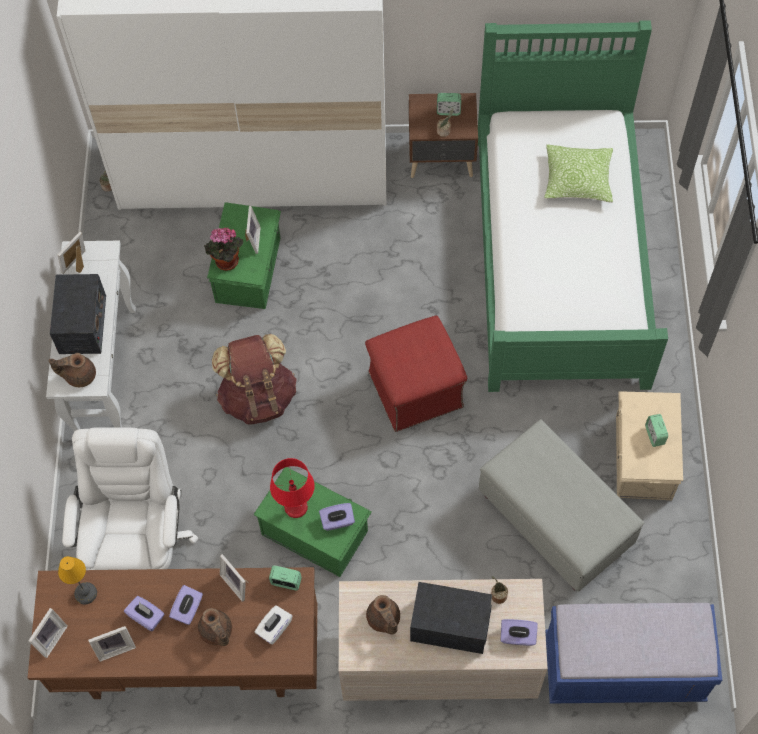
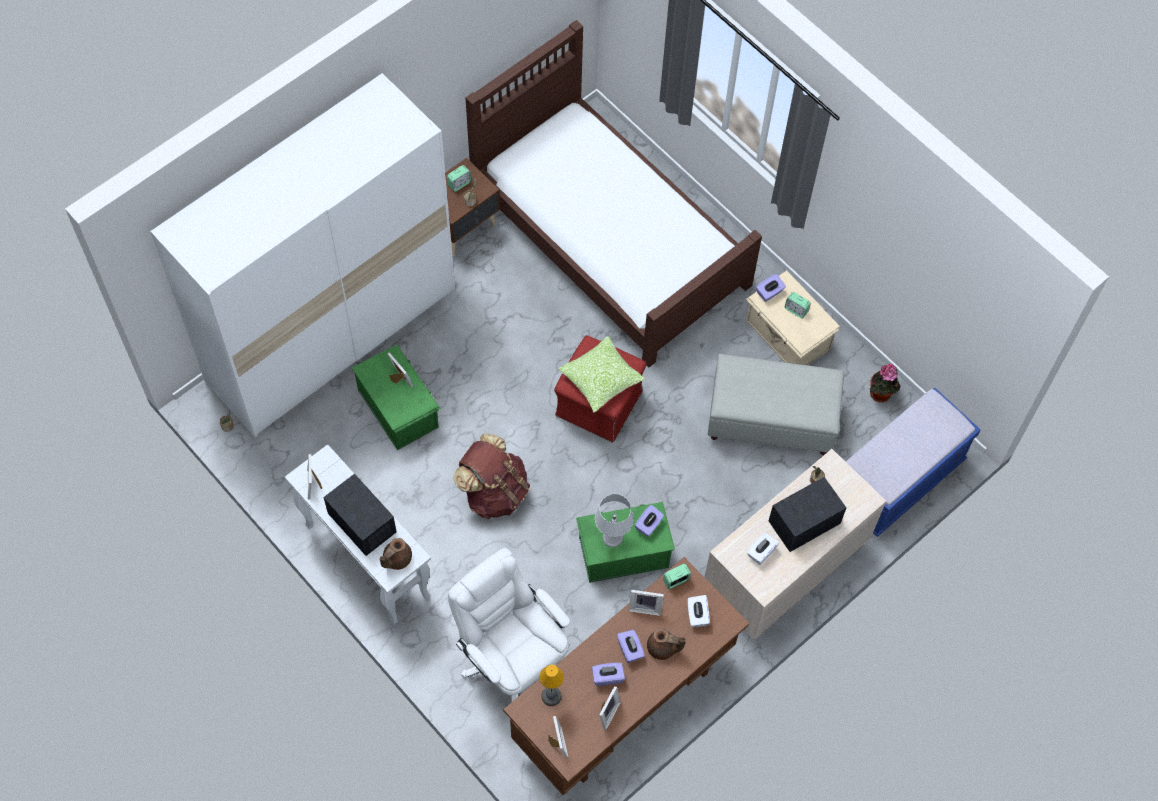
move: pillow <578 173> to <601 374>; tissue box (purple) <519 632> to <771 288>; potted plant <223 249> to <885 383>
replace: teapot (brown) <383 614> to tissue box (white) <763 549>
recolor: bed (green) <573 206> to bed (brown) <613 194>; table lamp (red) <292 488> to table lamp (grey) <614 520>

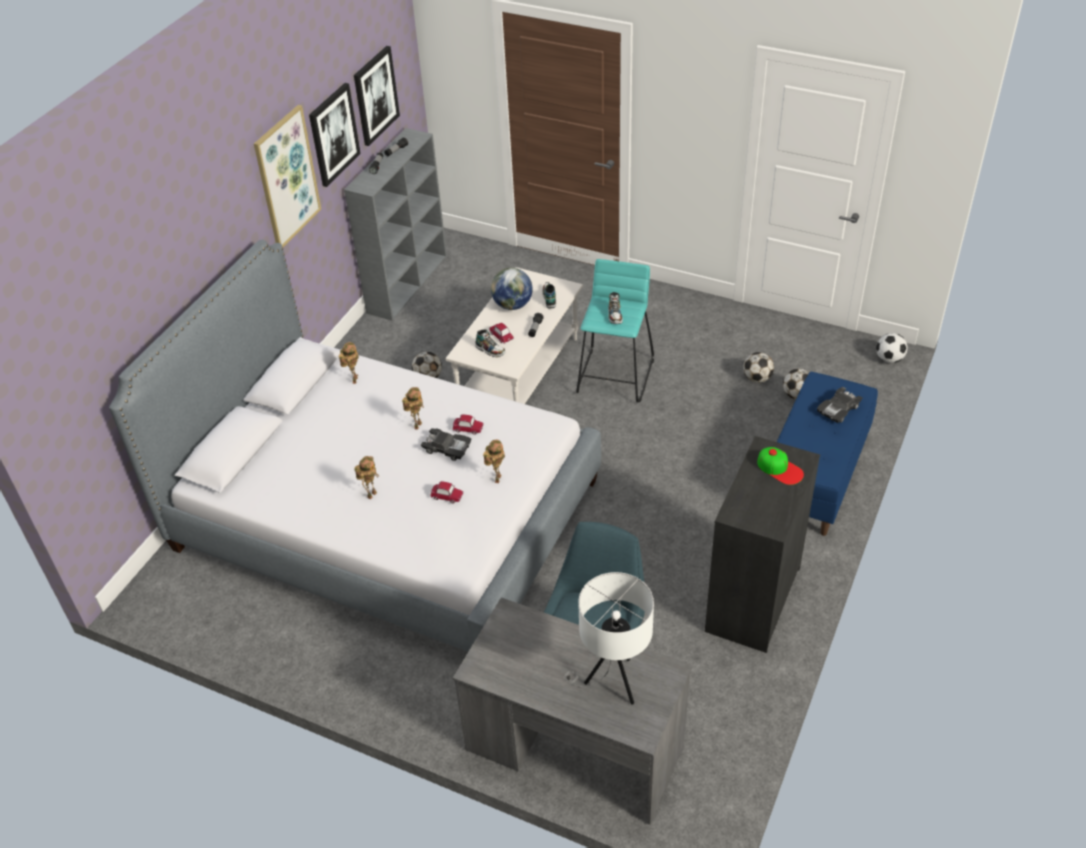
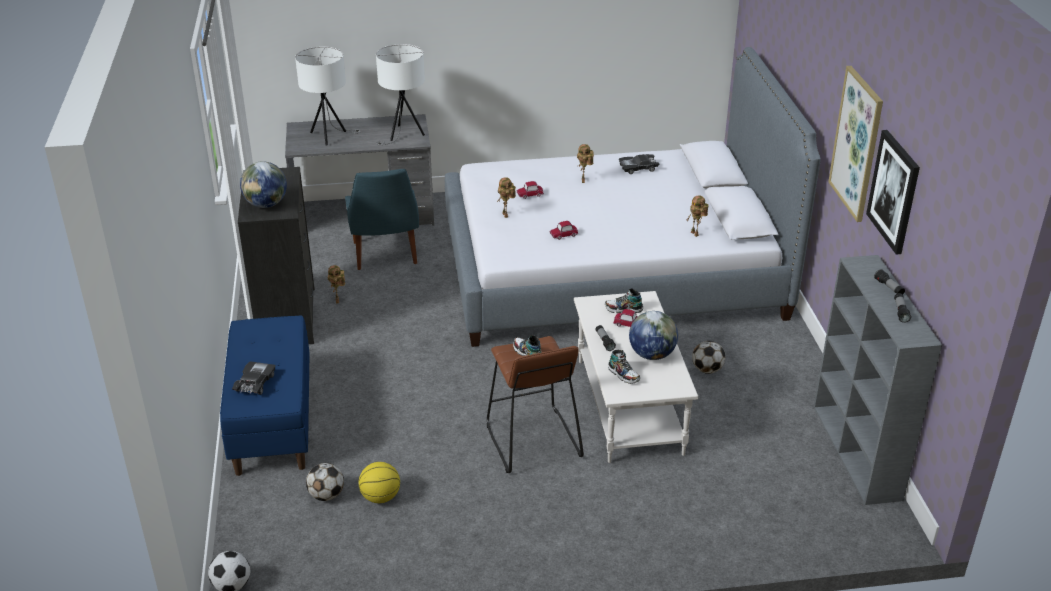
delete: picture <377 96>
insert: table lamp (white) <400 94>
move: toy robot <413 408> to <336 284>; toy car (black) <446 444> to <639 164>
replace: cap <780 466> to globe <263 184>; football <758 367> to basketball <379 482>
recolor: stool (turquoise) <615 330> to stool (brown) <535 404>

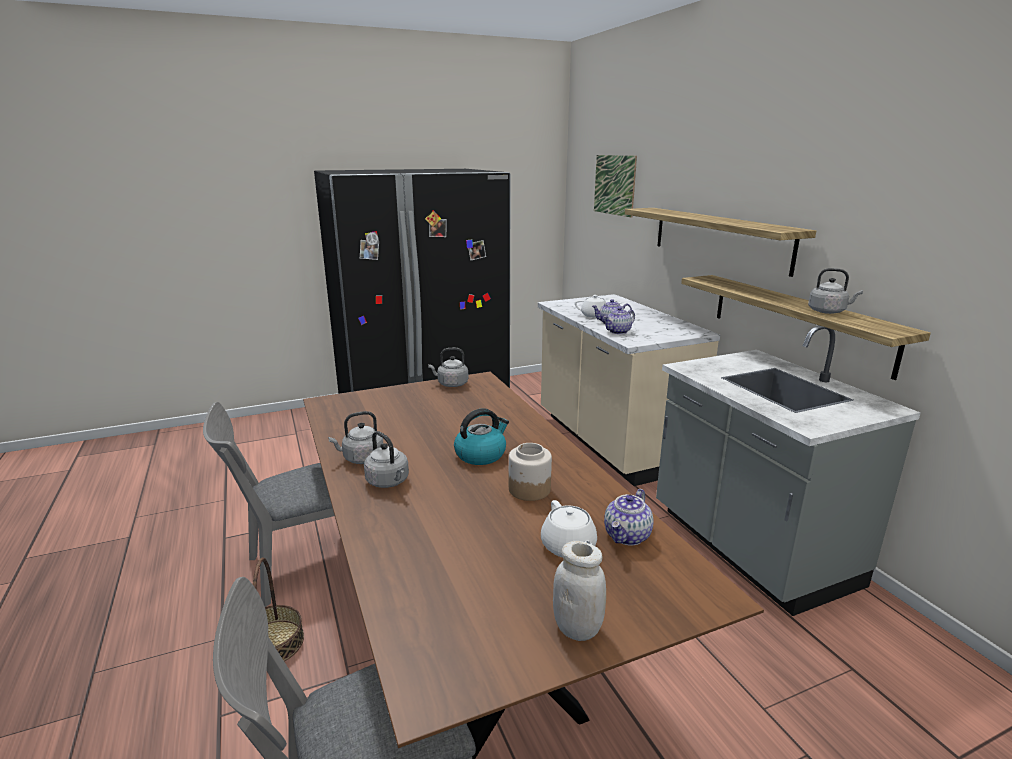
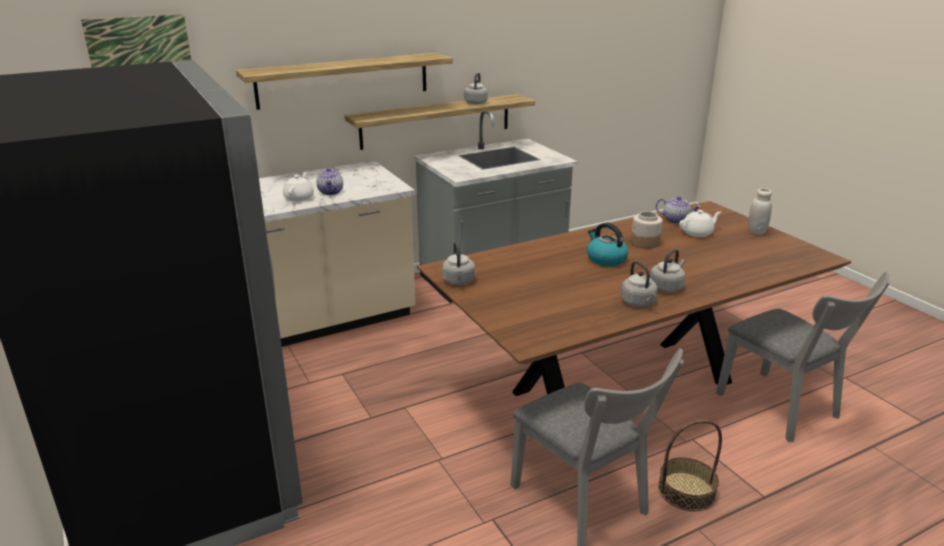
delete: teapot <619 320>

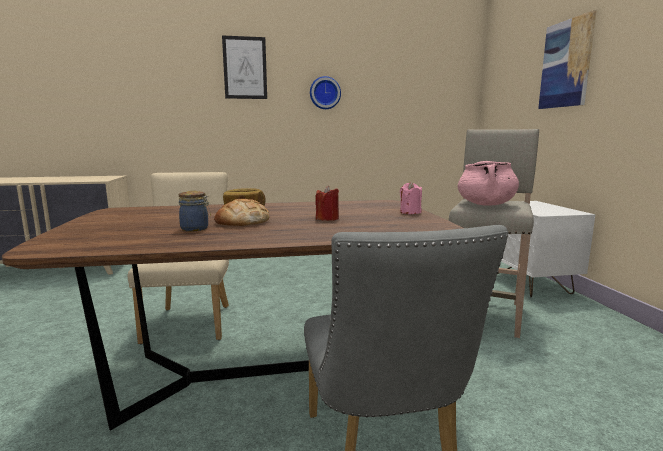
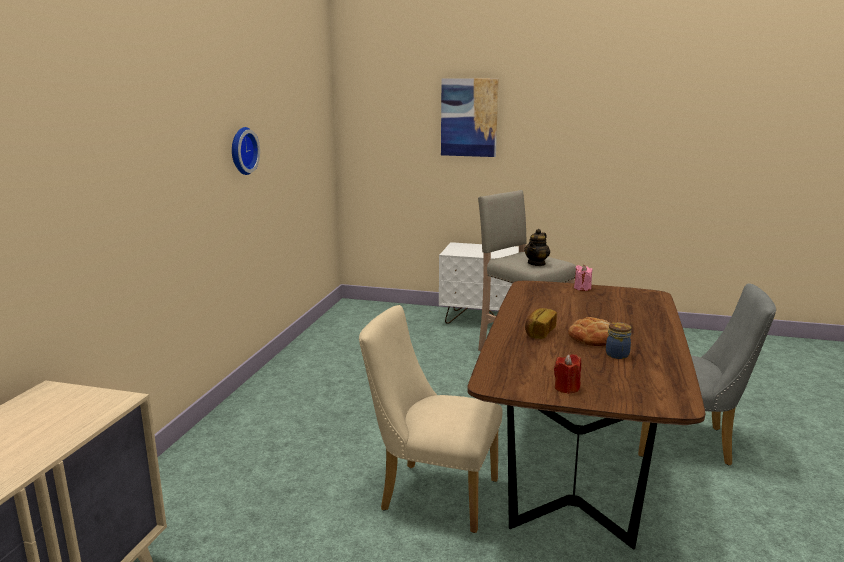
delete: picture <244 67>
move: candle (red) <327 203> to <567 374>
replace: cooking pot (pink) <488 183> to teapot <537 247>

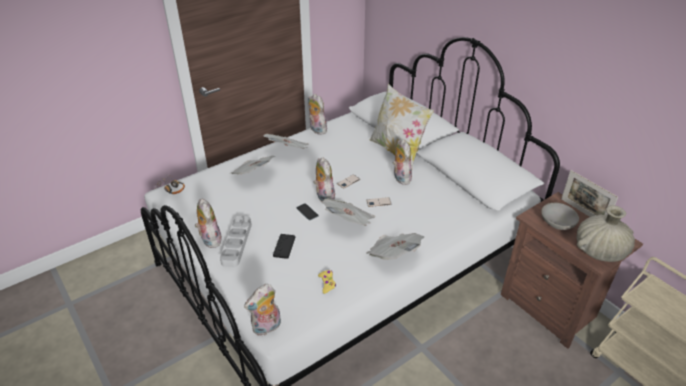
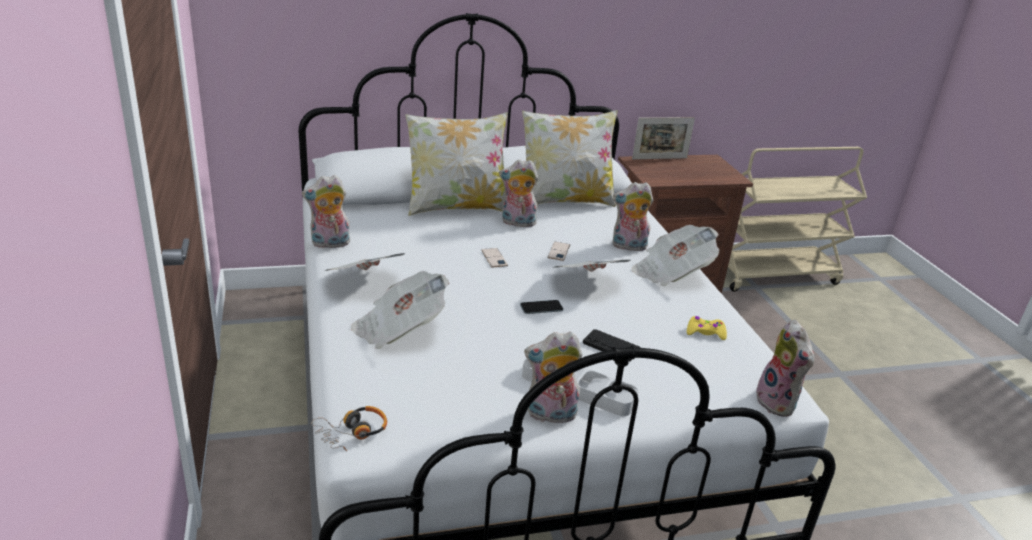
delete: bowl (grey) <560 216>; vase (beige) <606 233>
insert: pillow <570 158>
move: plush toy <324 179> to <633 217>

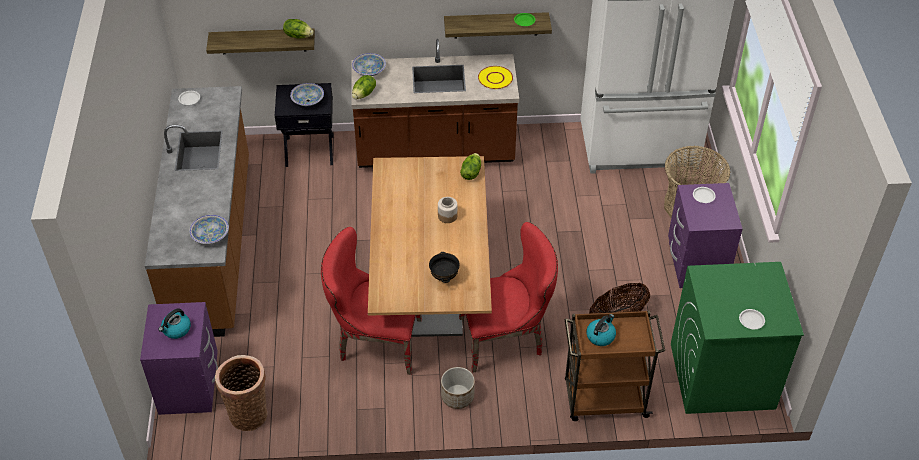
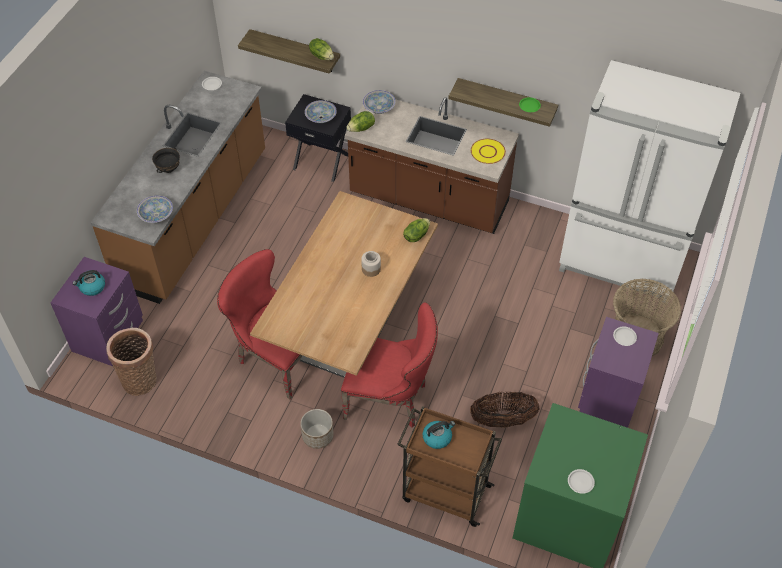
move: bowl (black) <444 267> to <166 160>

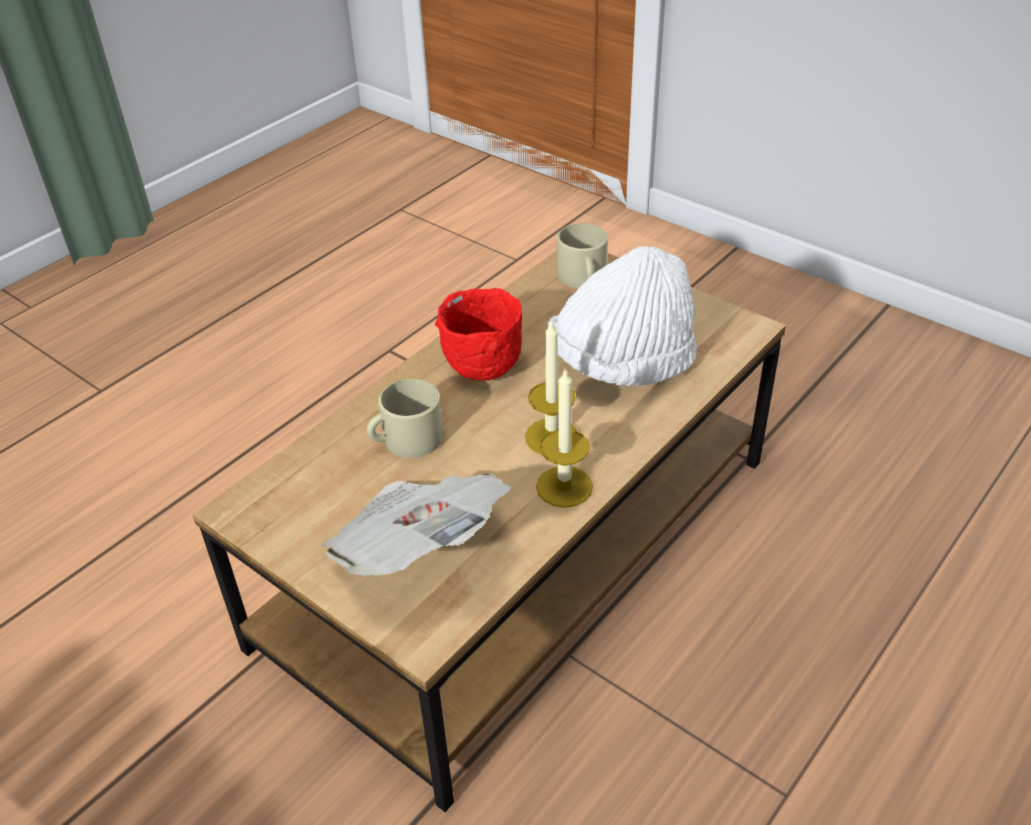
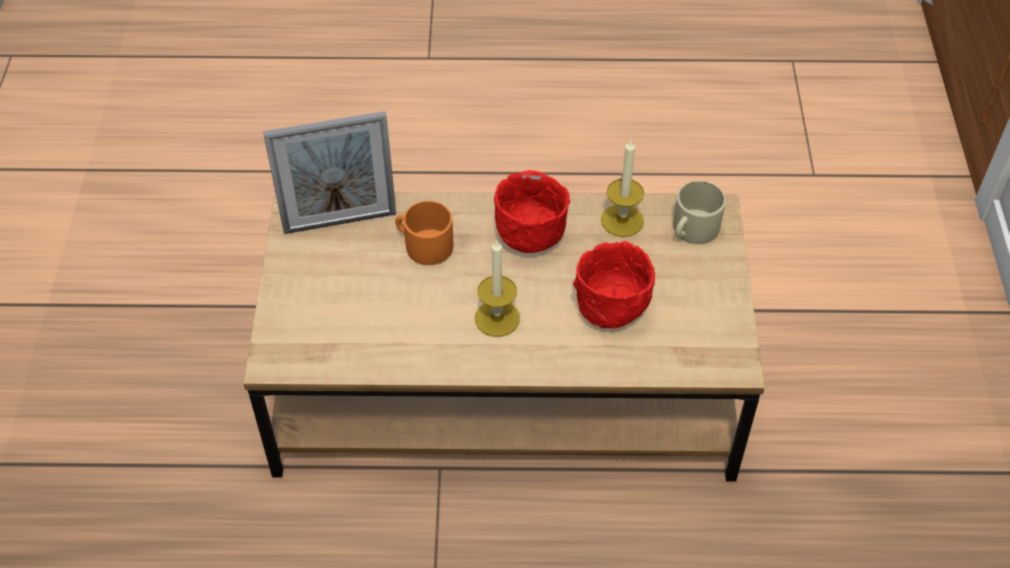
delete: newspaper <415 525>
insert: picture frame <329 172>
move: candle <564 439> to <622 188>
replace: hat (white) <622 316> to bowl (red) <614 284>
recolor: mug (beige) <405 418> to mug (orange) <424 233>

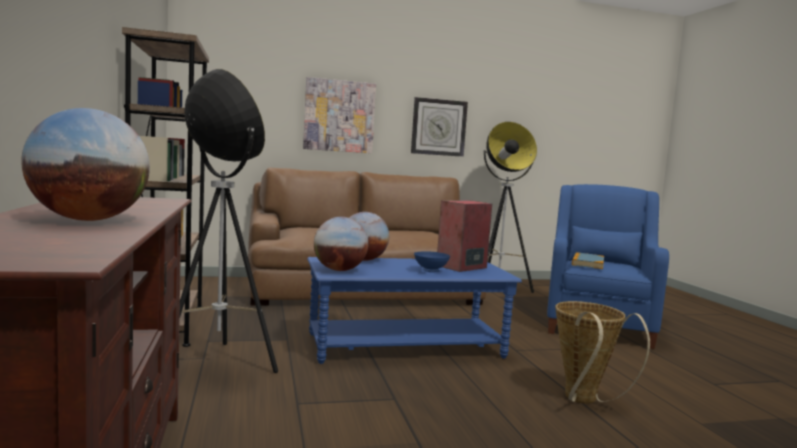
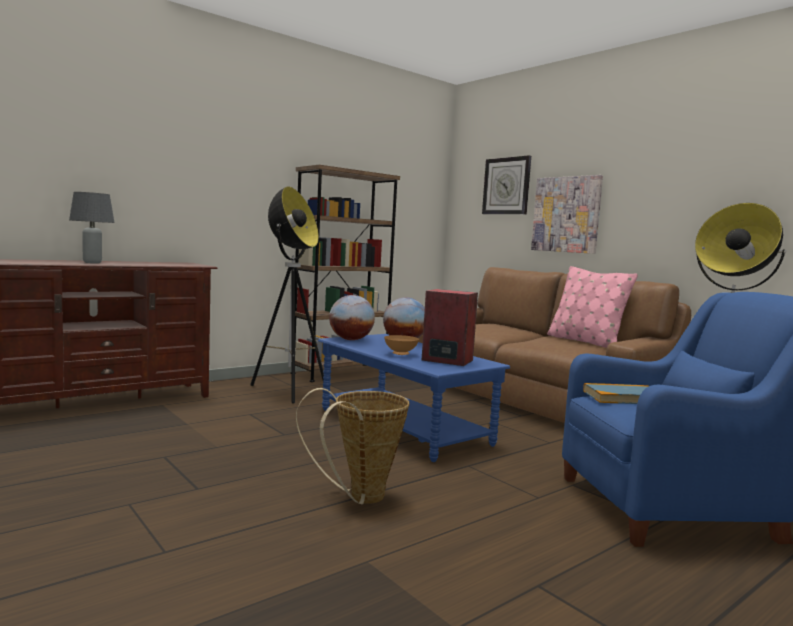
insert: pillow (pink) <592 307>
move: wall clock <439 127> to <506 184>
replace: globe <85 164> to table lamp (grey) <92 227>
recolor: bowl (blue) <432 261> to bowl (brown) <401 345>

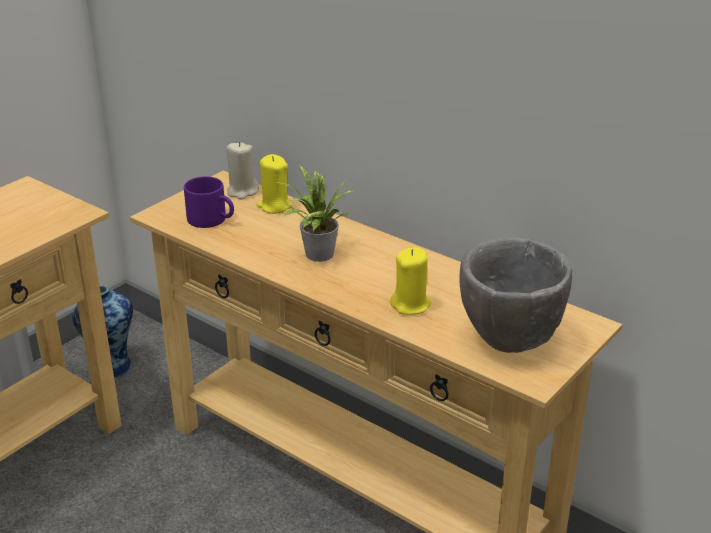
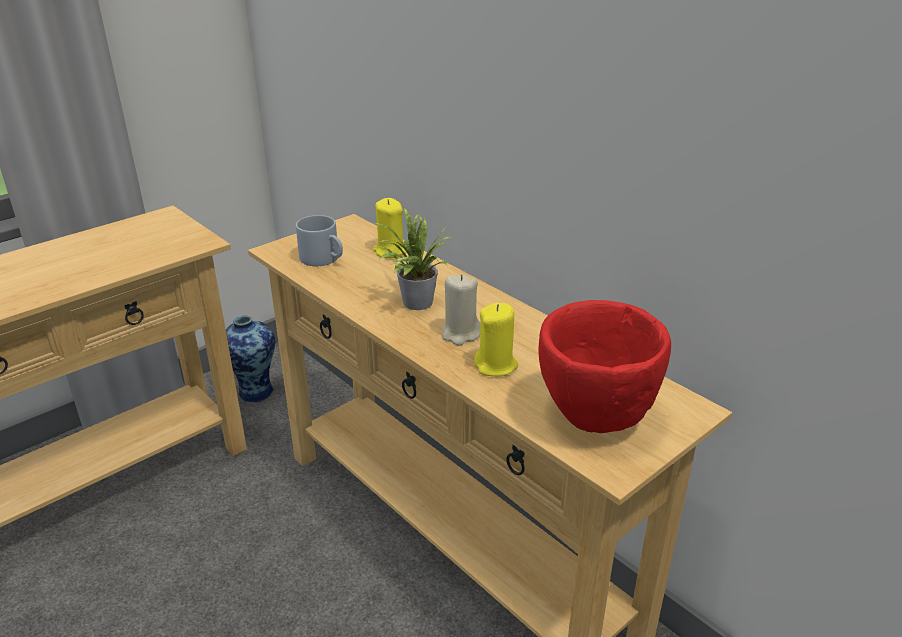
move: candle (beige) <242 171> to <461 310>
recolor: mug (purple) <209 202> to mug (grey) <319 240>; bowl (grey) <515 295> to bowl (red) <604 366>

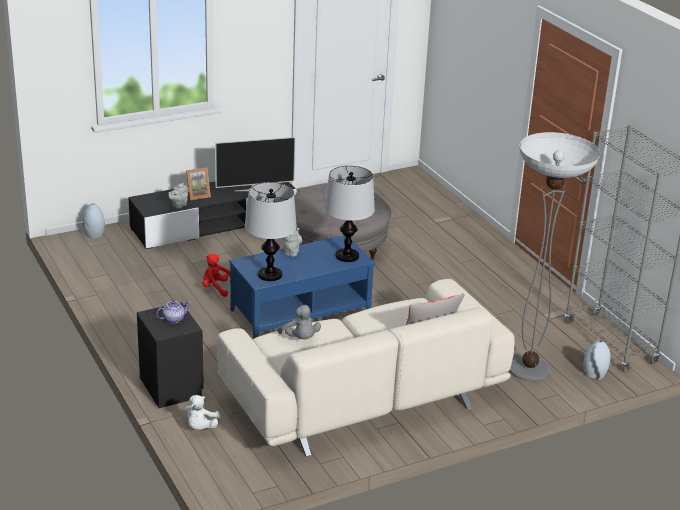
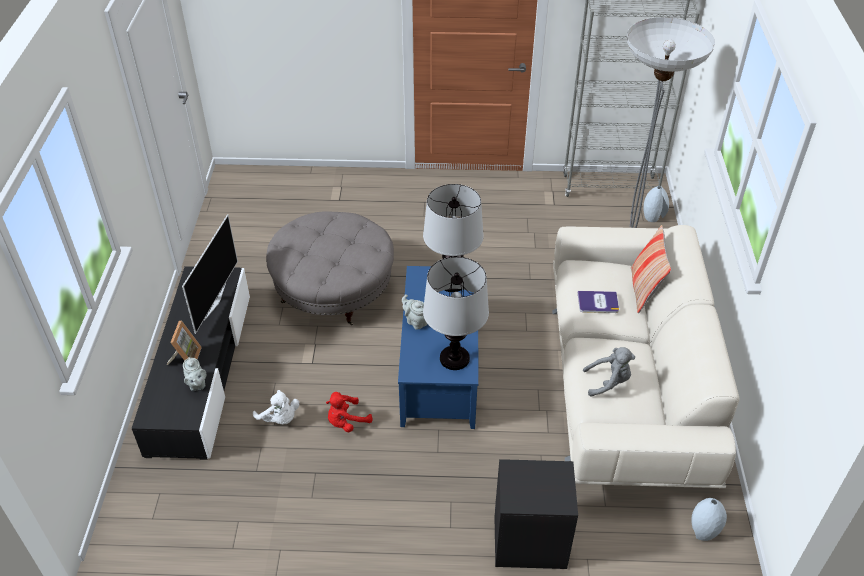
delete: teapot <173 312>
insert: book <598 302>
move: plush toy (white) <202 412> to <276 407>; vase (grey) <94 220> to <709 519>

